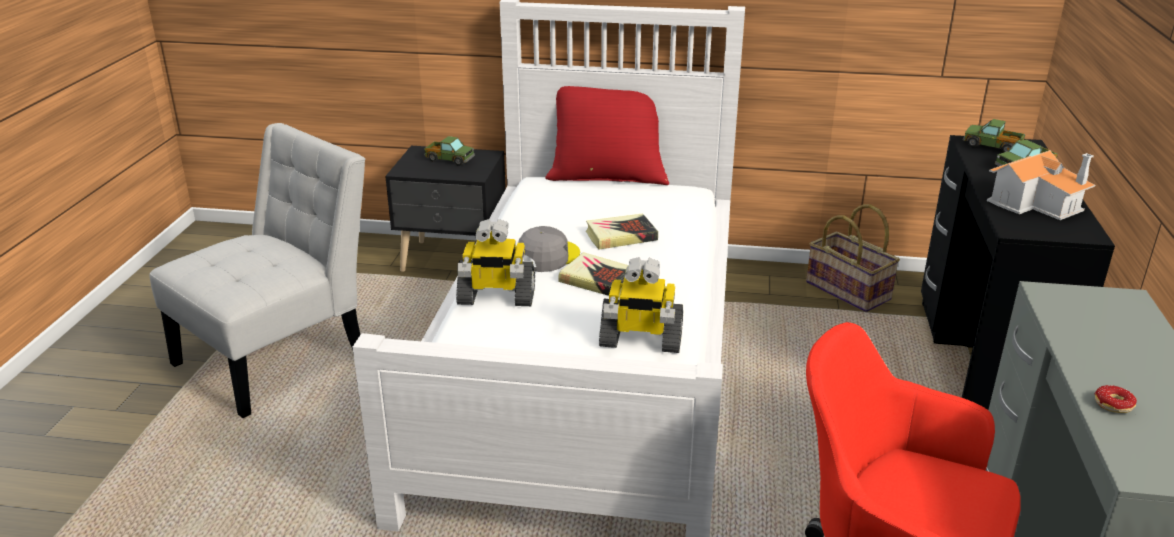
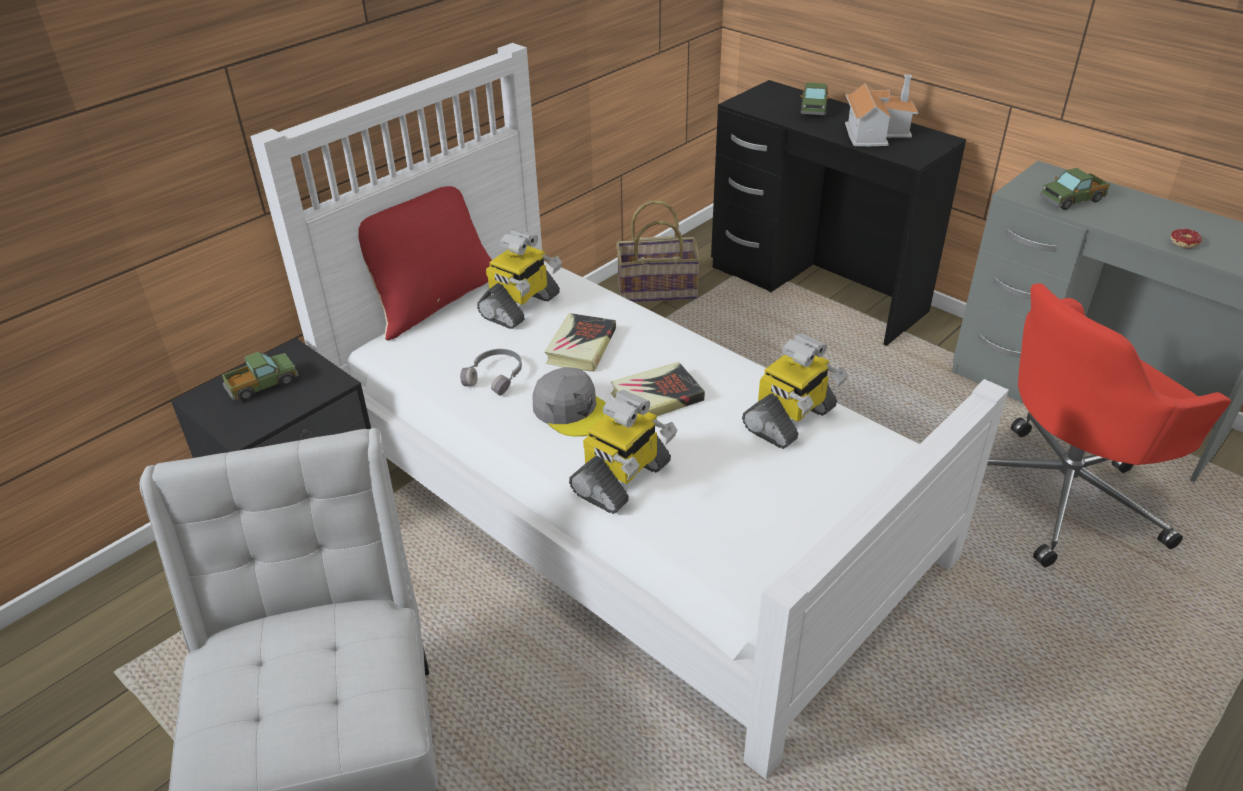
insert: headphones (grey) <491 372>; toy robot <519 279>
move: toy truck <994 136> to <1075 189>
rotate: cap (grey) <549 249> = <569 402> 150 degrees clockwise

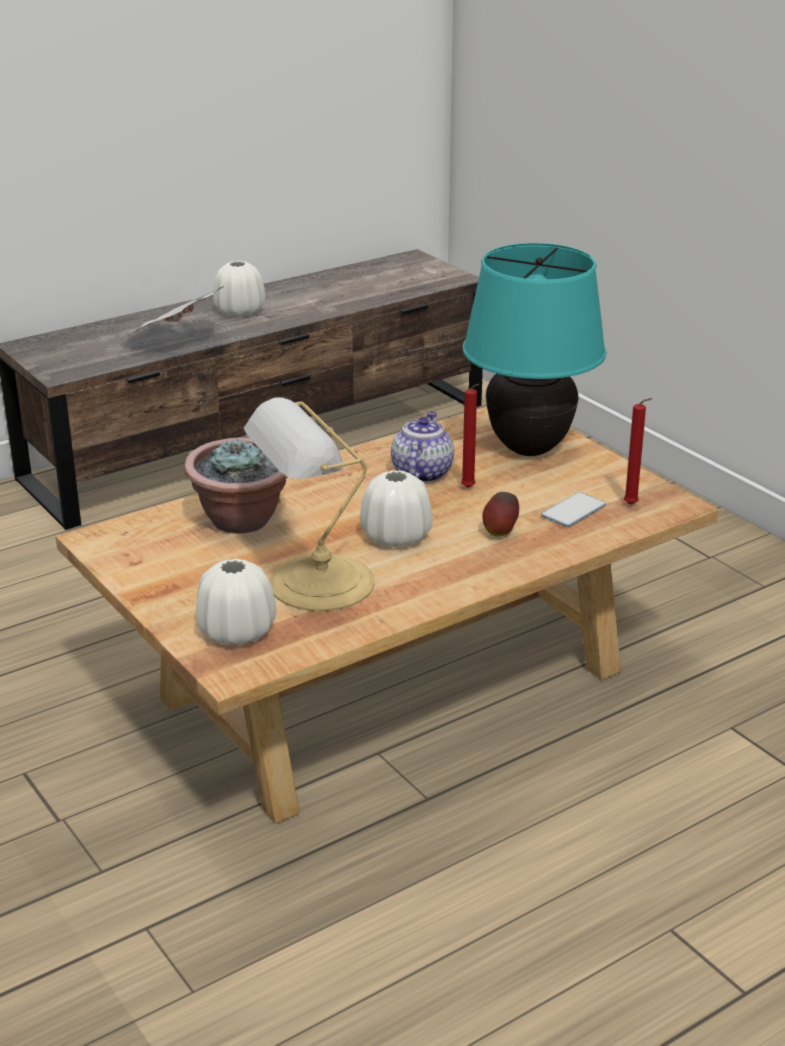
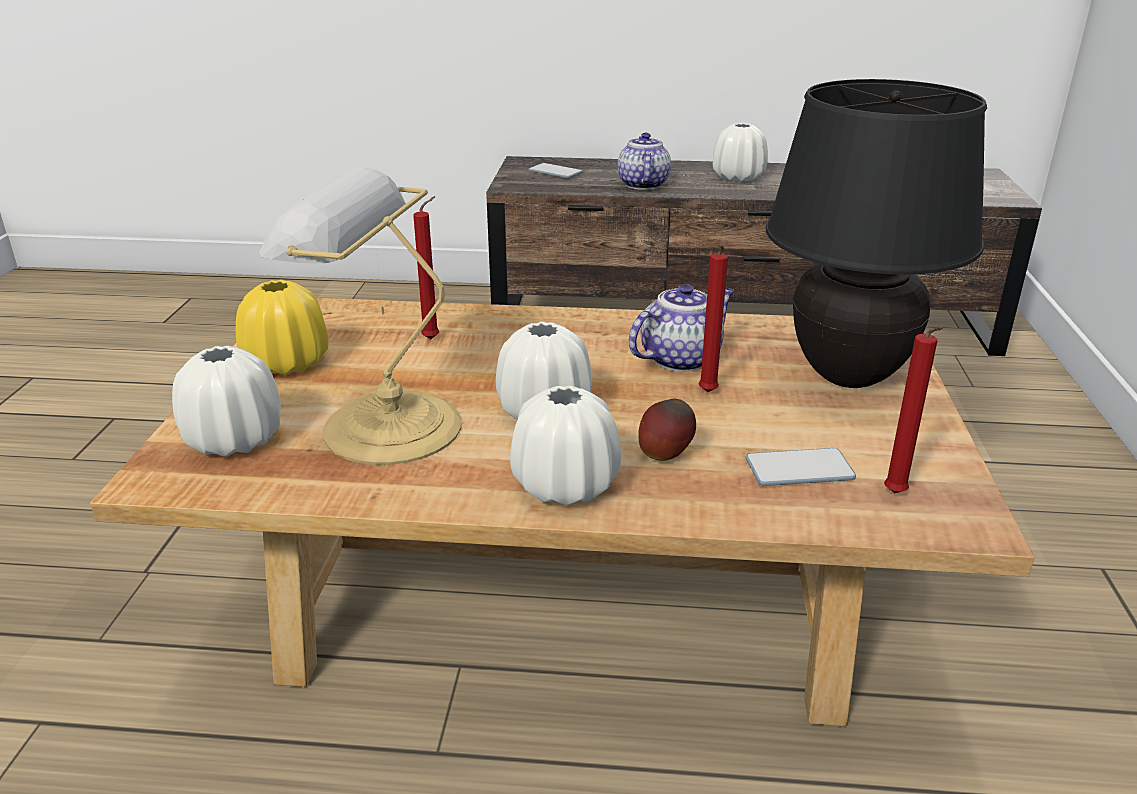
insert: vase (yellow) <282 327>; vase (white) <565 446>; phone <555 170>
replace: potted plant <235 486> to candle (red) <426 267>; newspaper <173 312> to teapot <644 161>
recolor: table lamp (turquoise) <534 349> to table lamp (black) <876 233>

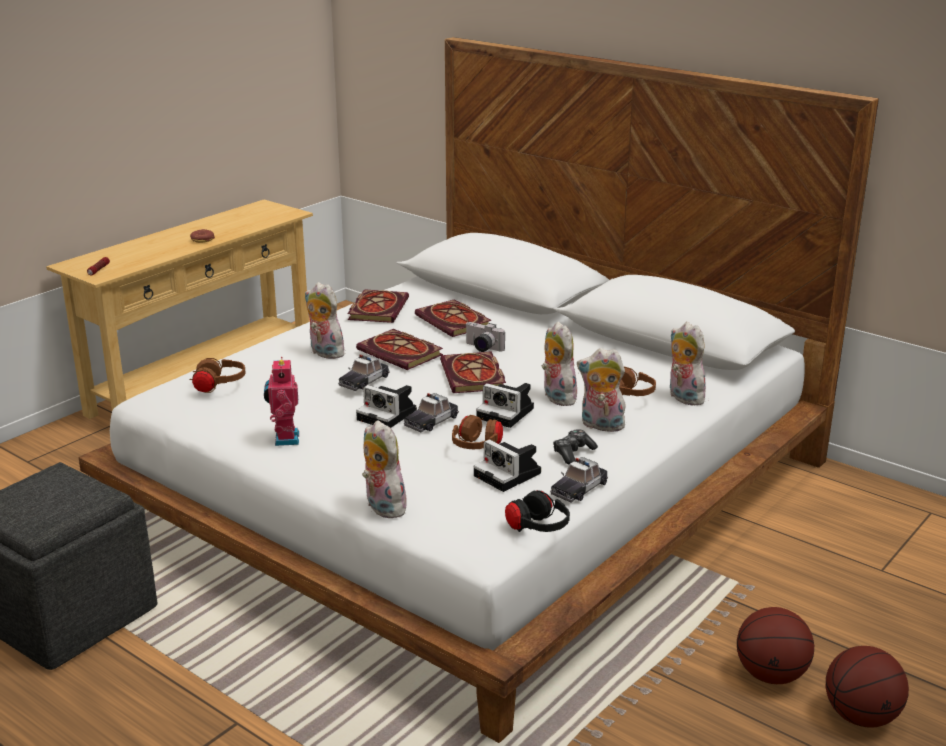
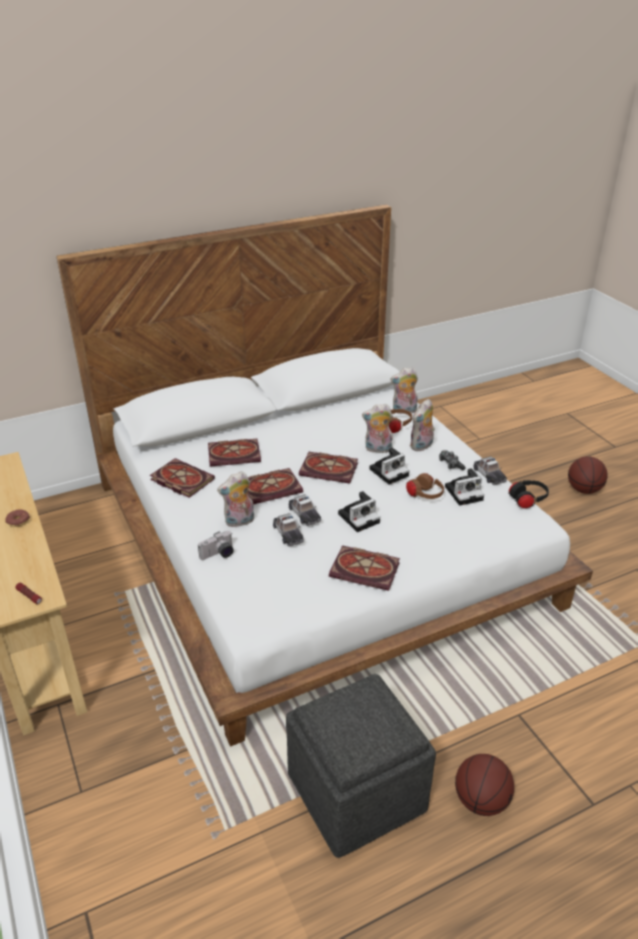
delete: headphones (brown) <217 375>; plush toy <386 469>
move: photo camera <485 337> to <216 545>; toy car <431 412> to <288 530>; basketball <775 645> to <484 785>
replace: toy robot <281 401> to book <364 568>

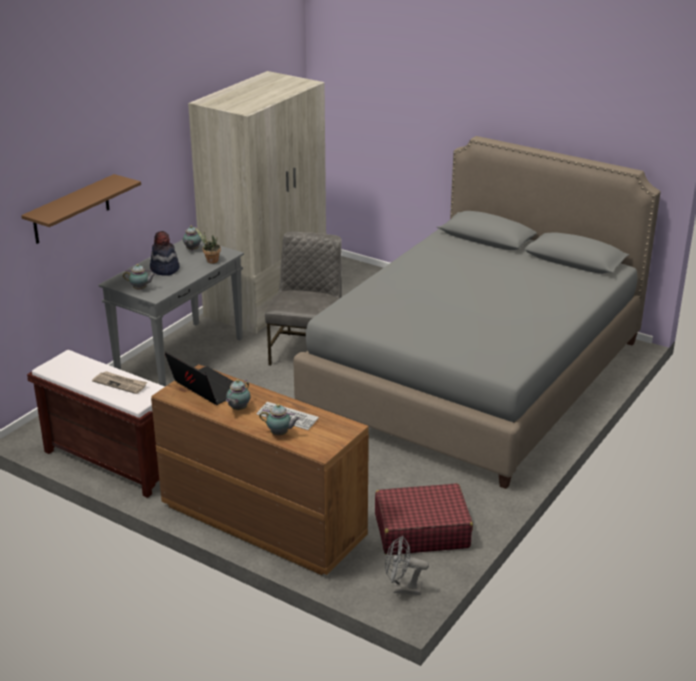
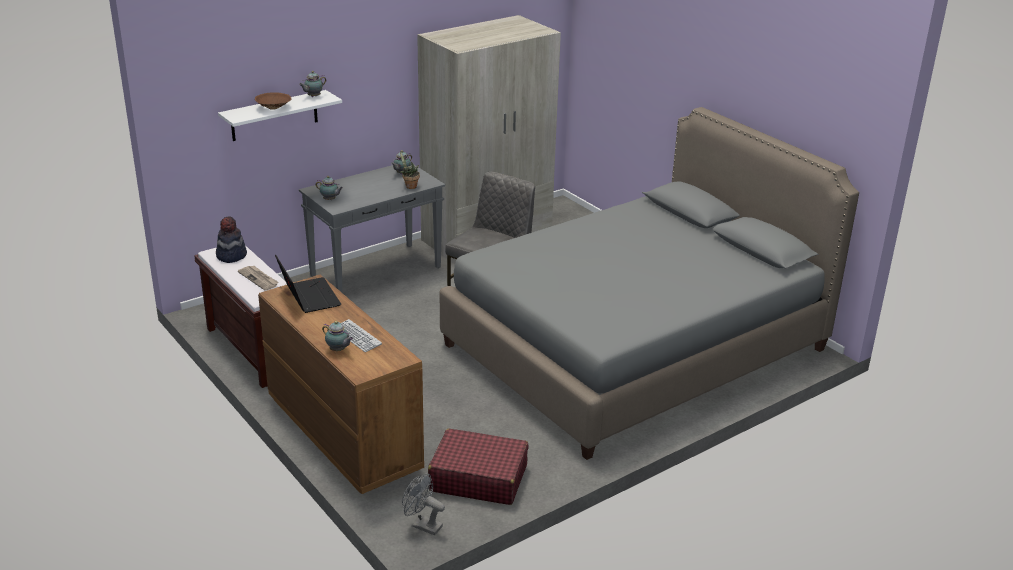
insert: bowl (brown) <273 101>
move: hat <165 253> to <231 239>; teapot <238 394> to <312 84>
recolor: shelf (brown) <81 209> to shelf (white) <280 115>

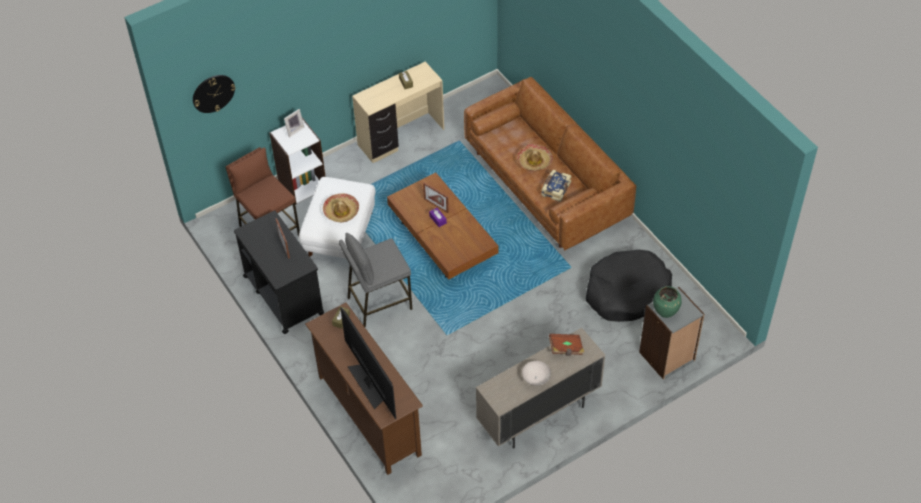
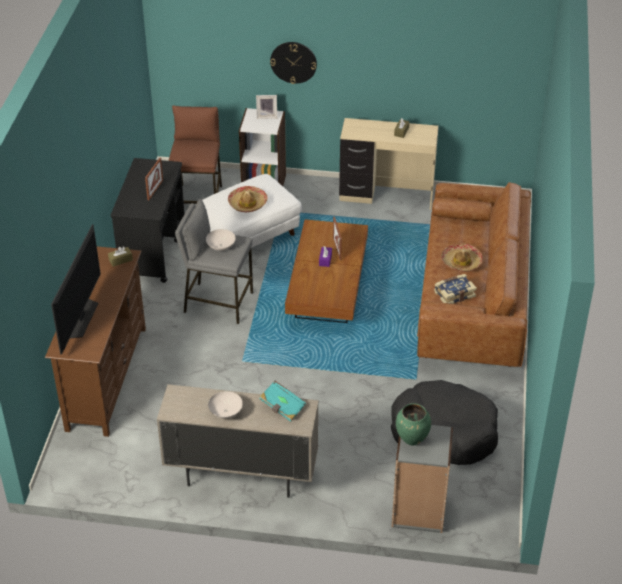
insert: bowl (white) <221 240>
move: wall clock <214 94> to <293 63>
recolor: book (brown) <566 345> to book (turquoise) <283 401>

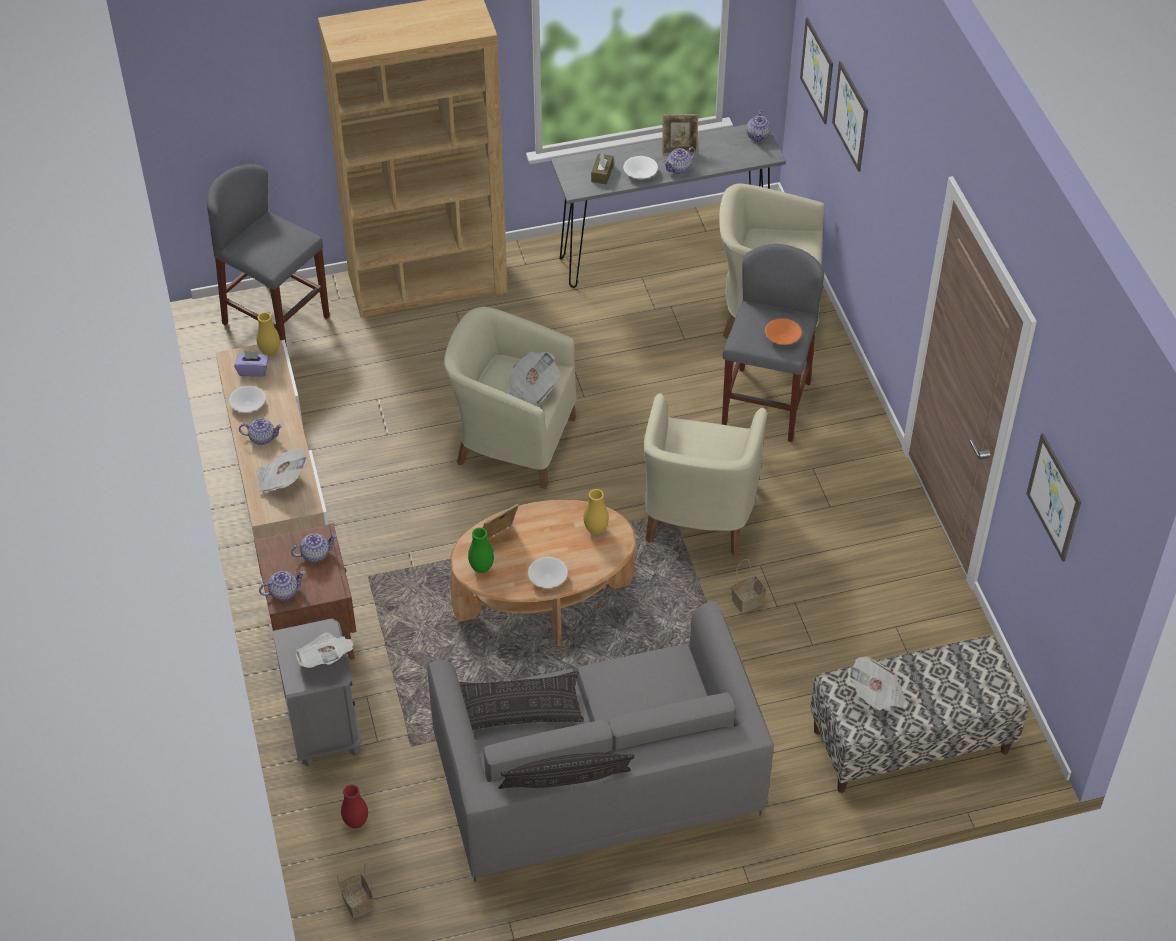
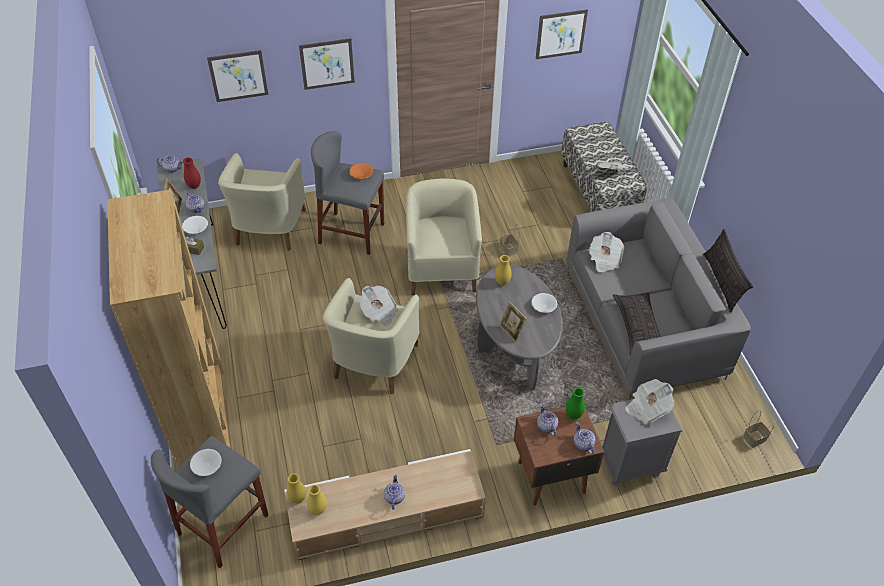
move: vase (red) <354 806> to <192 173>; bowl (white) <247 399> to <206 462>; picture <816 70> to <327 64>; vase (green) <481 550> to <575 403>; newspaper <281 470> to <606 252>
replace: tissue box (purple) <251 363> to vase (yellow) <317 499>
recolor: coffee table (brown) <543 573> to coffee table (grey) <519 328>
rotate: armchair (beige) <705 475> = <444 237> 105 degrees counterclockwise

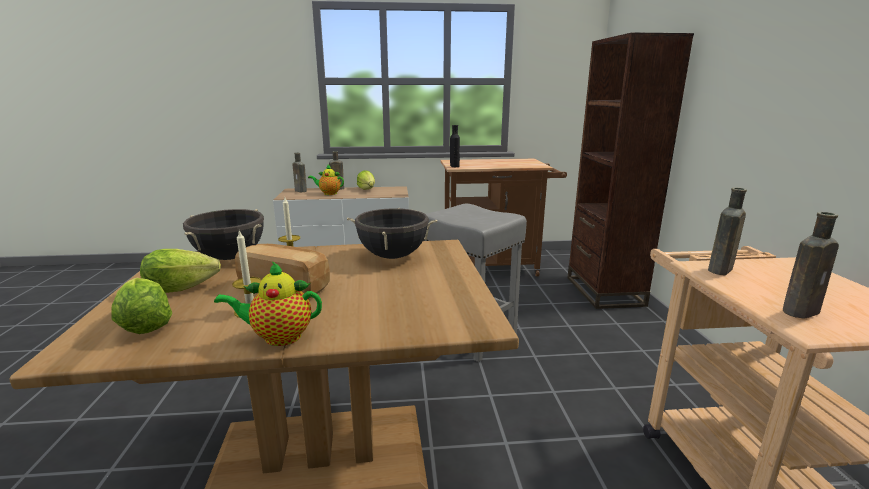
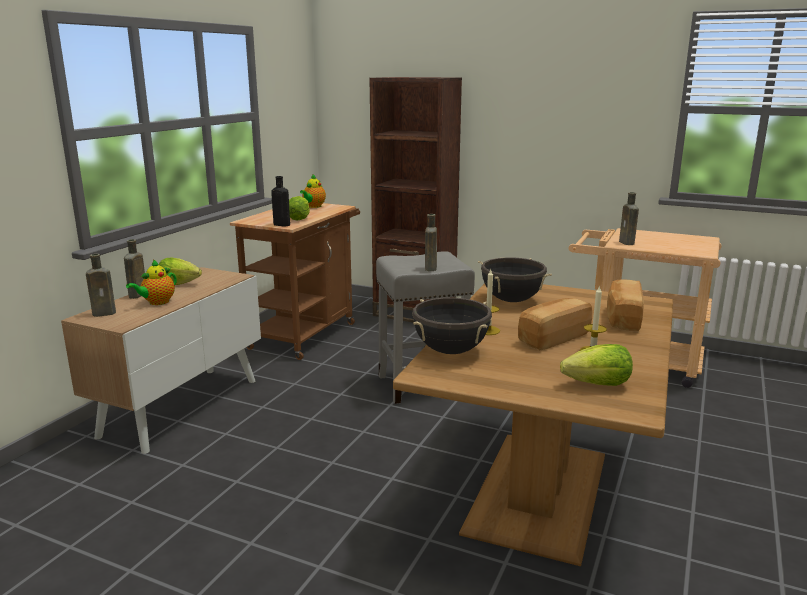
insert: bread <625 305>
move: lettuce <180 271> to <299 208>; teapot <268 304> to <313 191>; bottle (brown) <811 265> to <431 242>

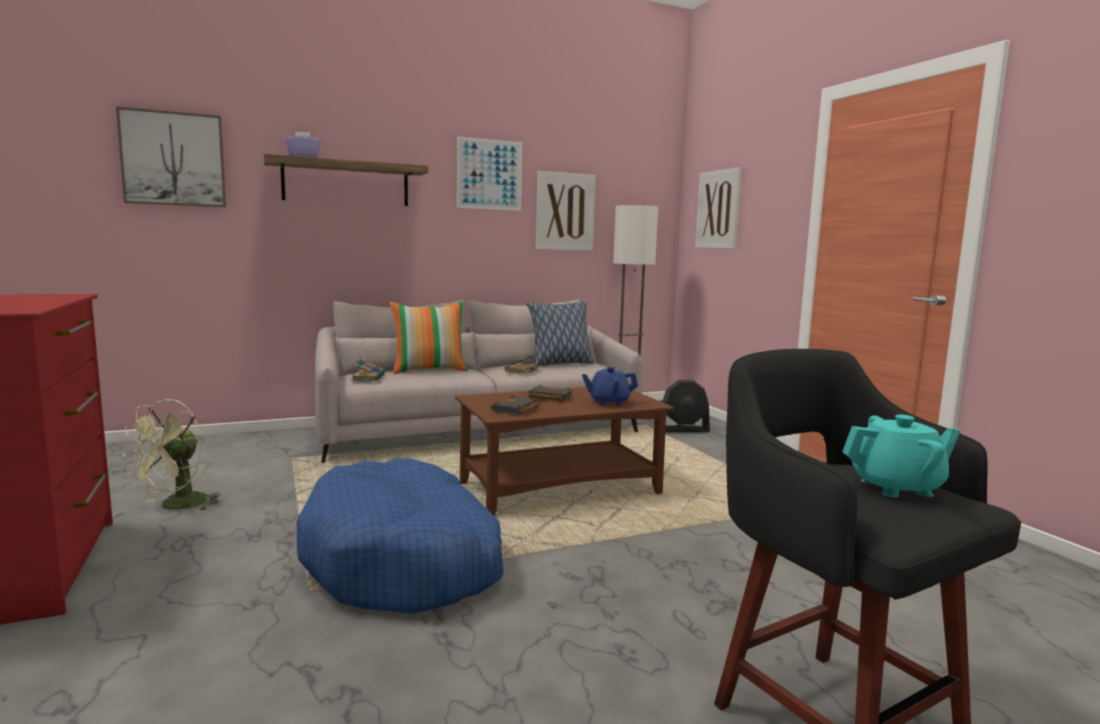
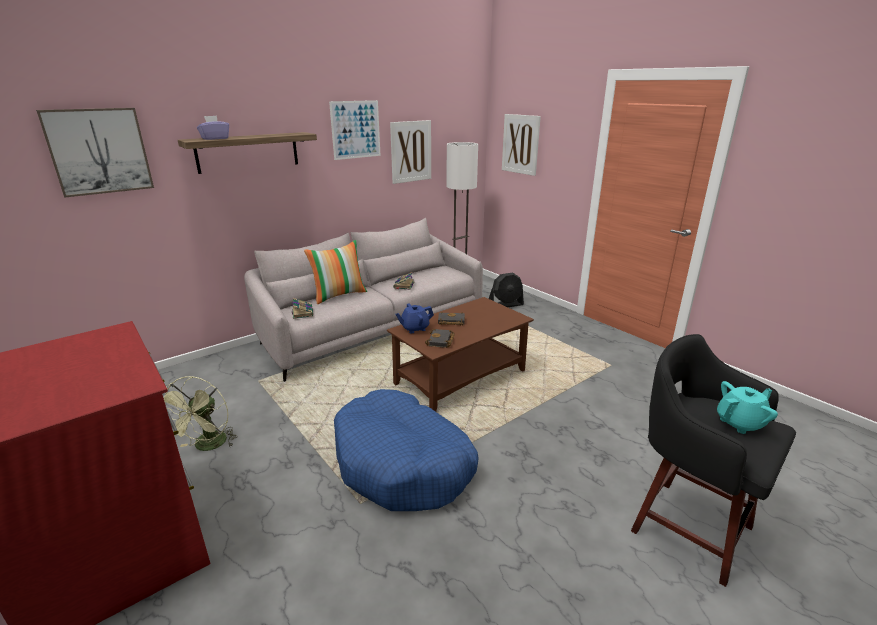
delete: pillow <560 334>
move: teapot (blue) <610 386> to <414 318>

